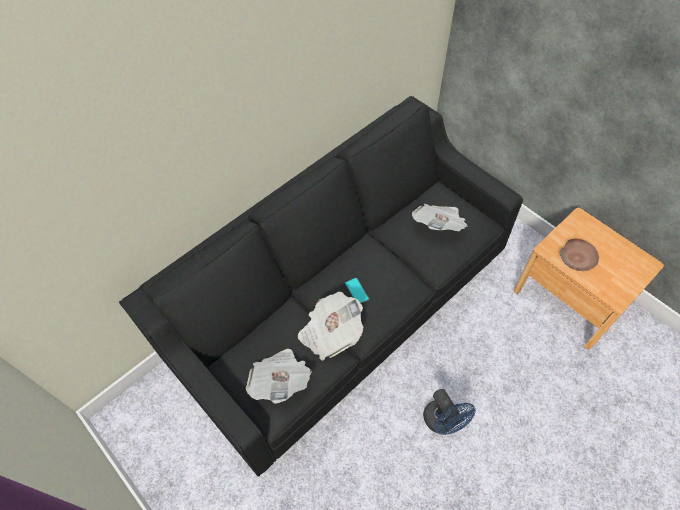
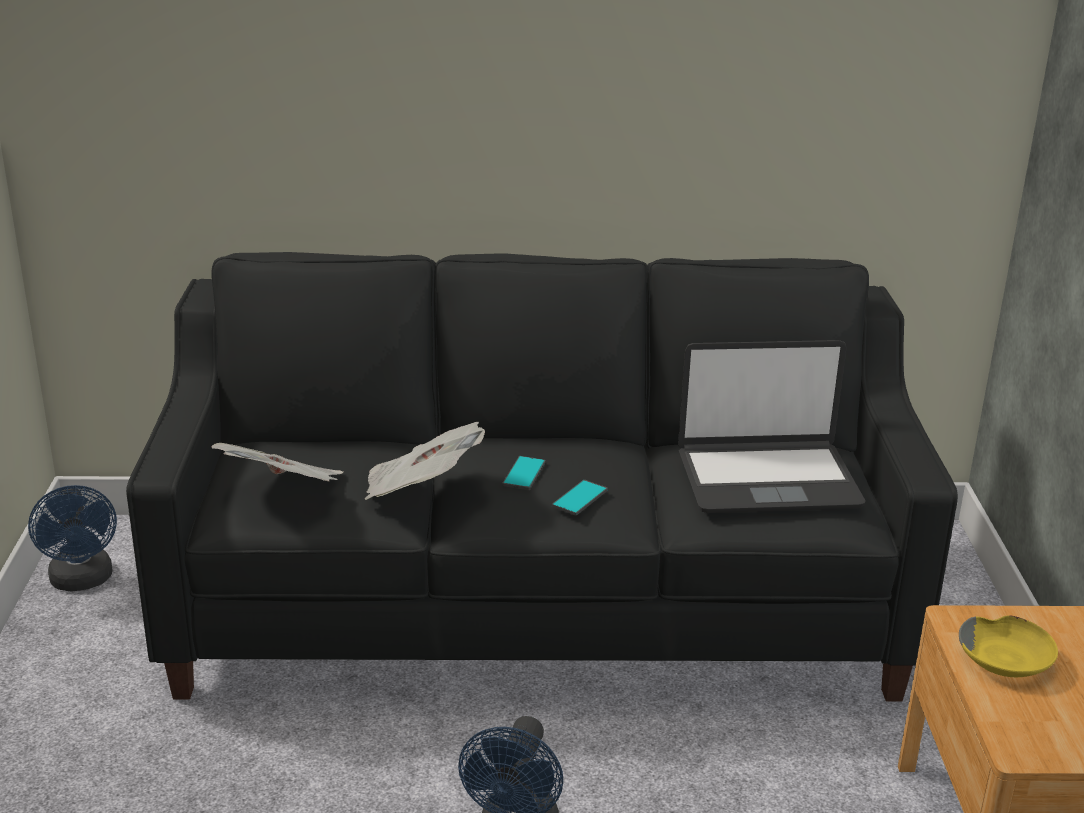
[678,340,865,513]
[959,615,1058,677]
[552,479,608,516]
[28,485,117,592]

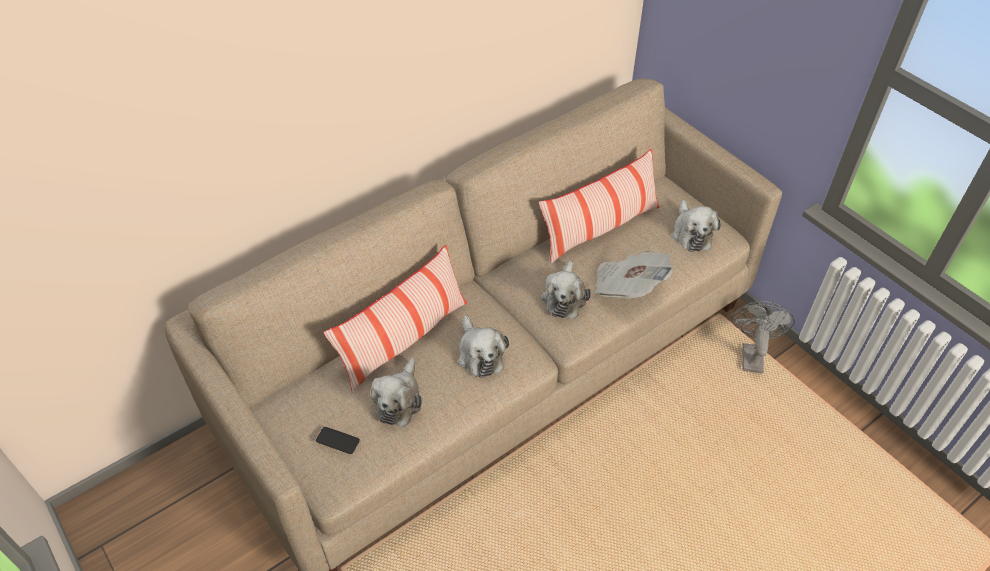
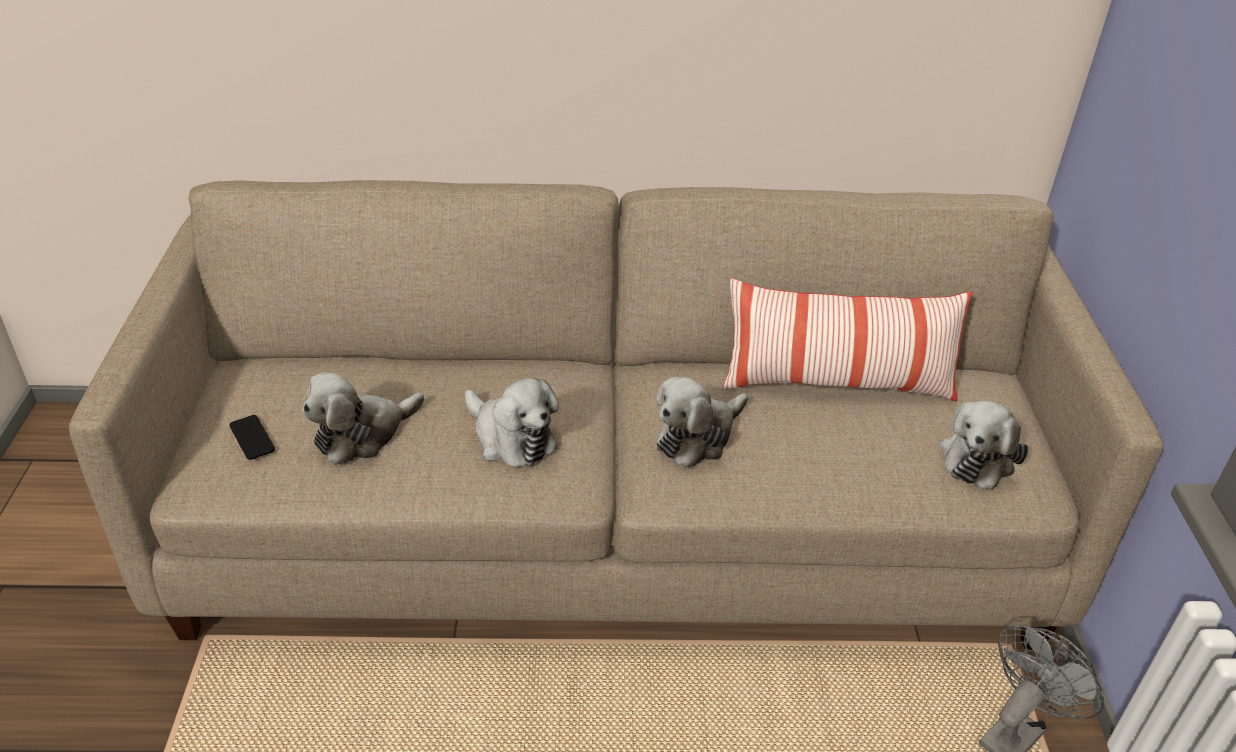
[323,245,467,393] (first image)
[593,251,673,299] (first image)
[465,377,559,467]

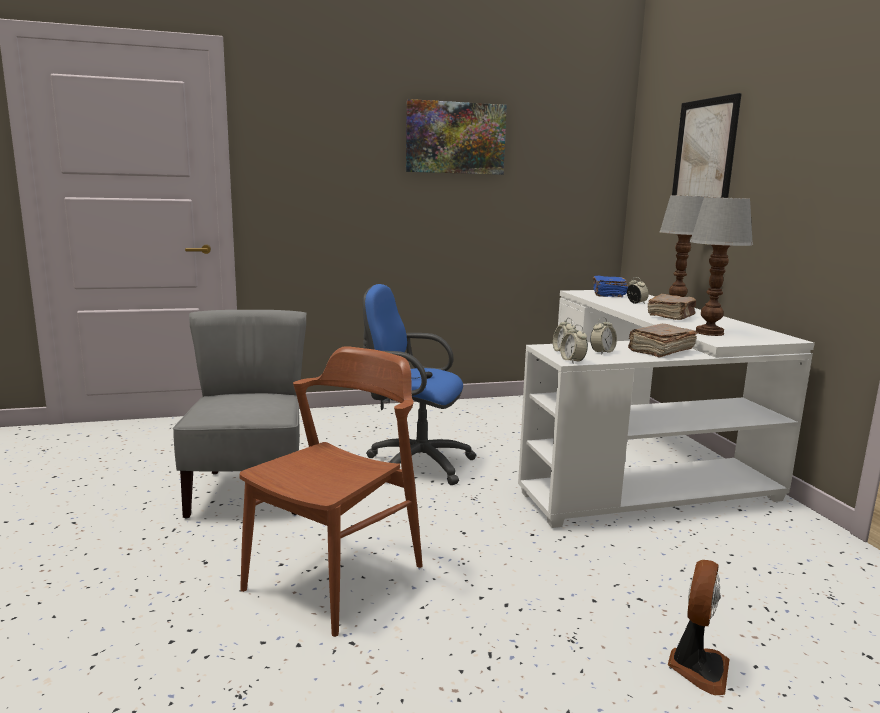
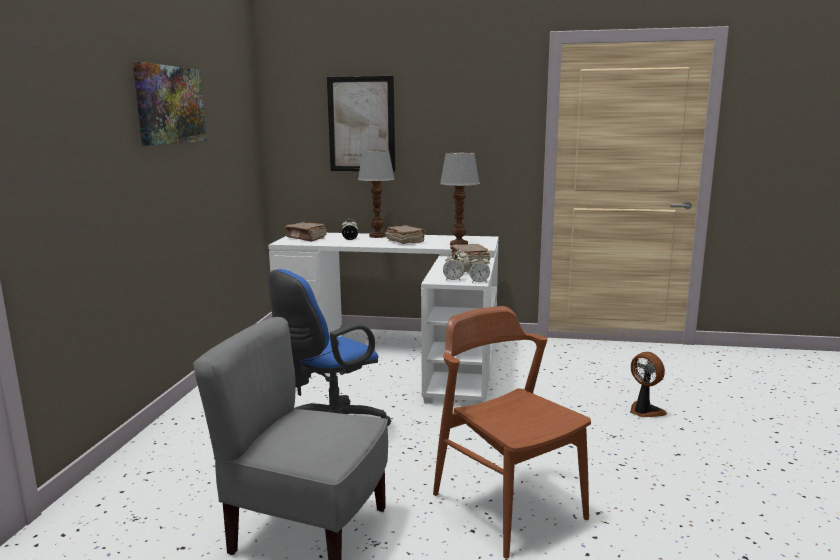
[284,222,327,241]

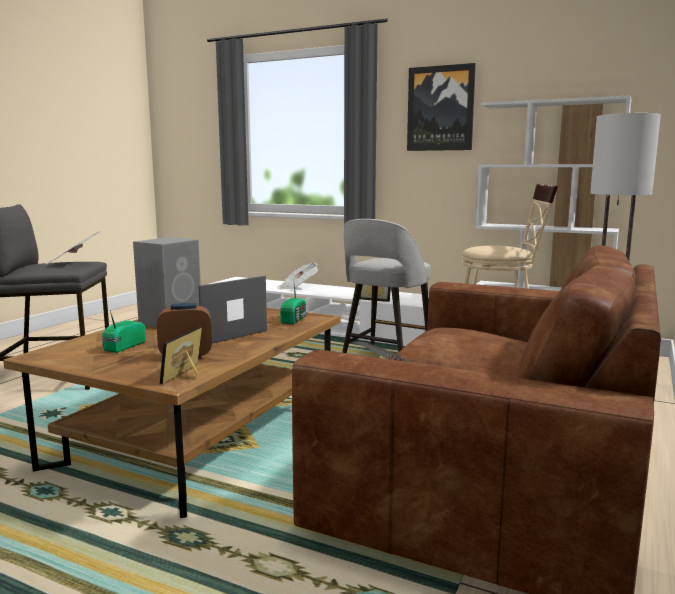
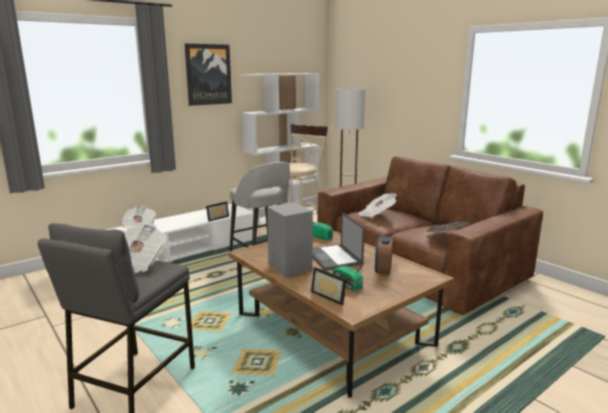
[311,267,347,305]
[359,193,397,218]

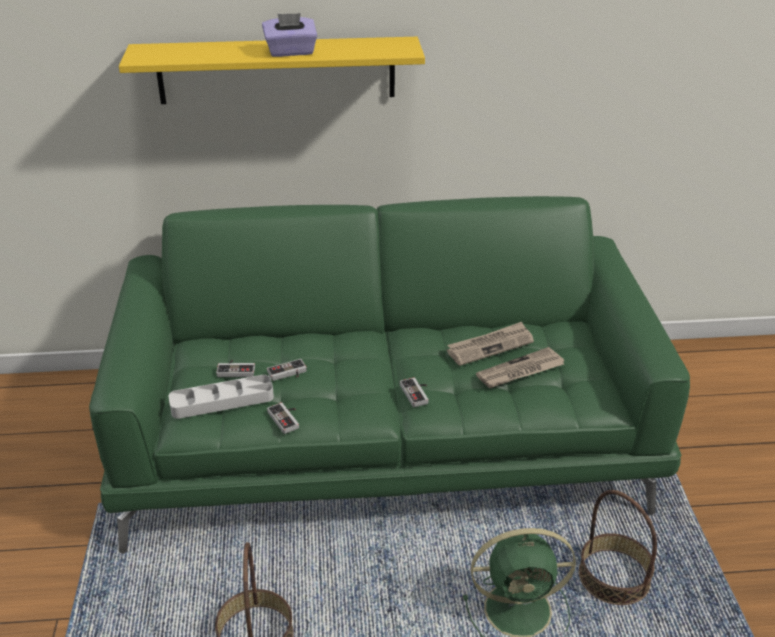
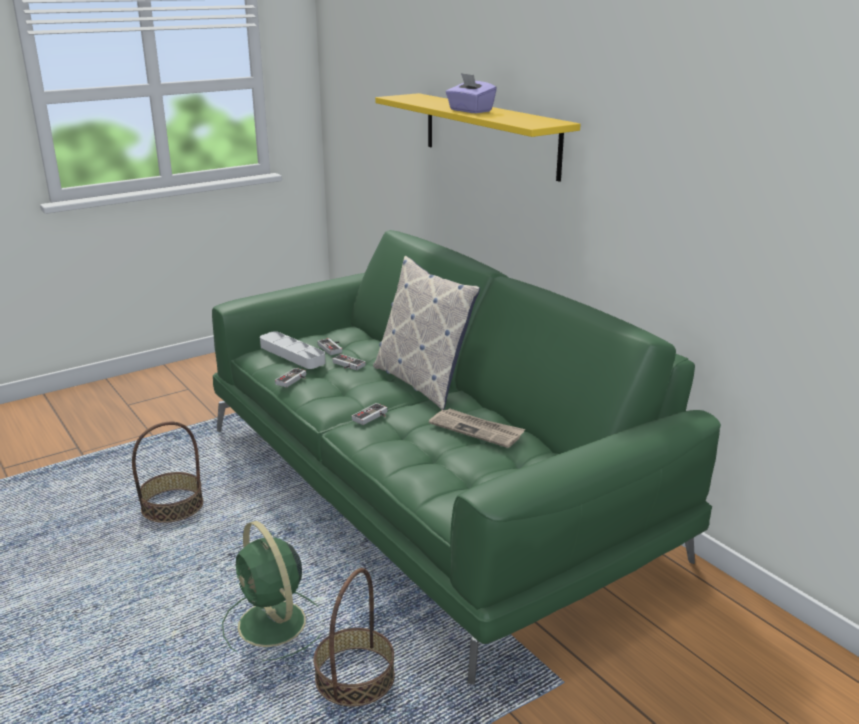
[476,347,564,388] (first image)
[373,256,480,410]

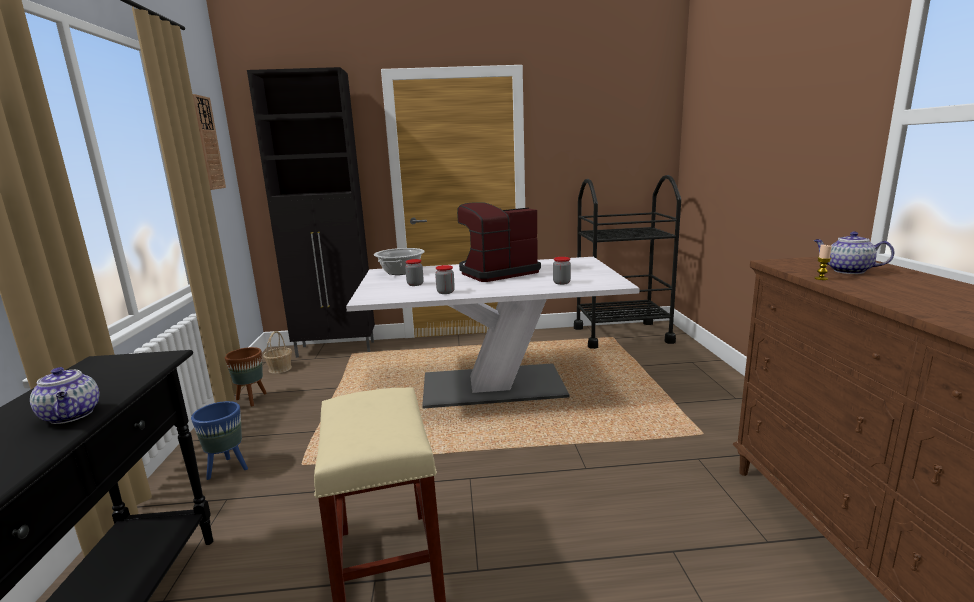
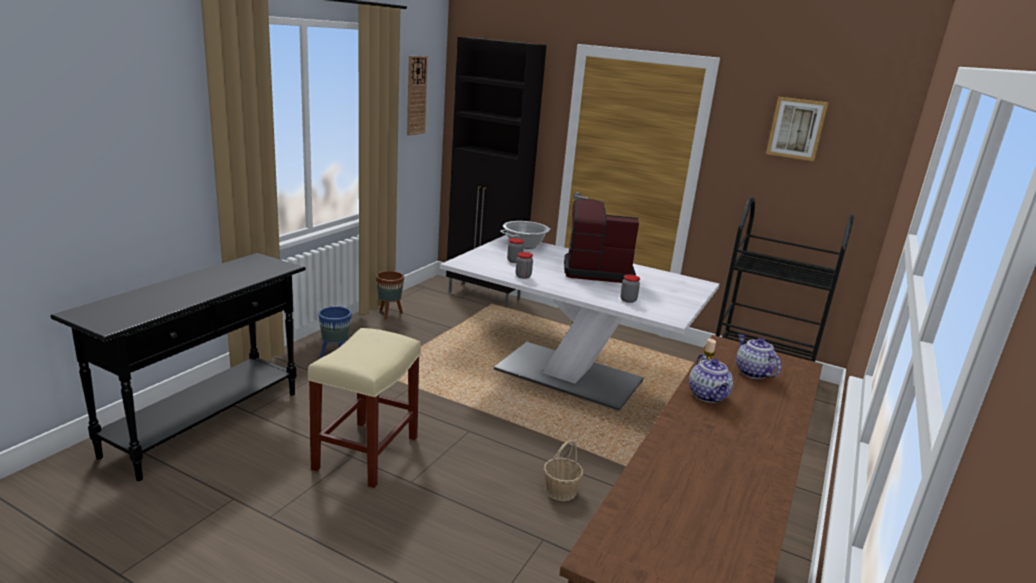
[544,440,583,501]
[689,354,733,403]
[766,97,829,161]

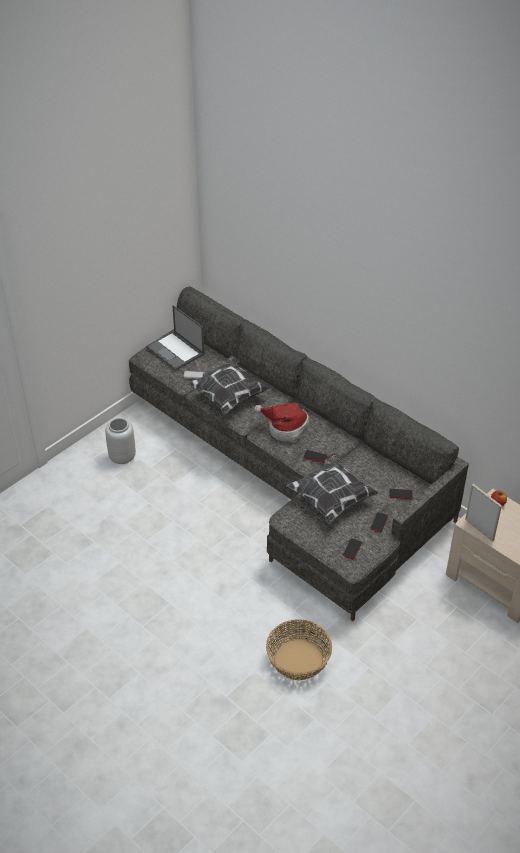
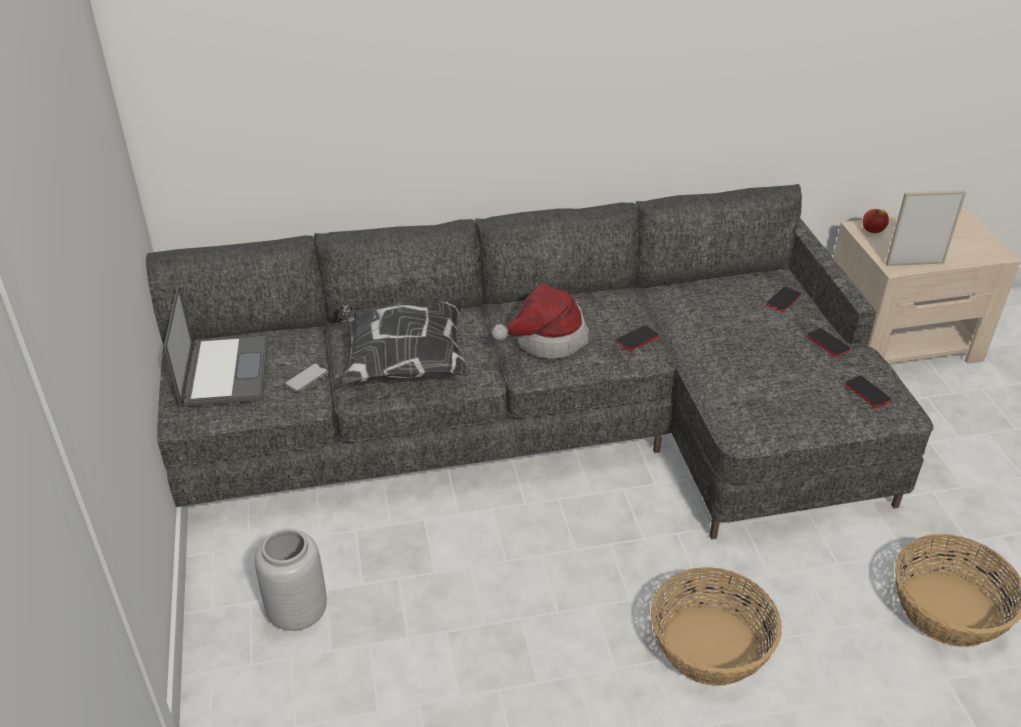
[164,284,268,407]
[286,453,379,524] (first image)
[651,567,782,686]

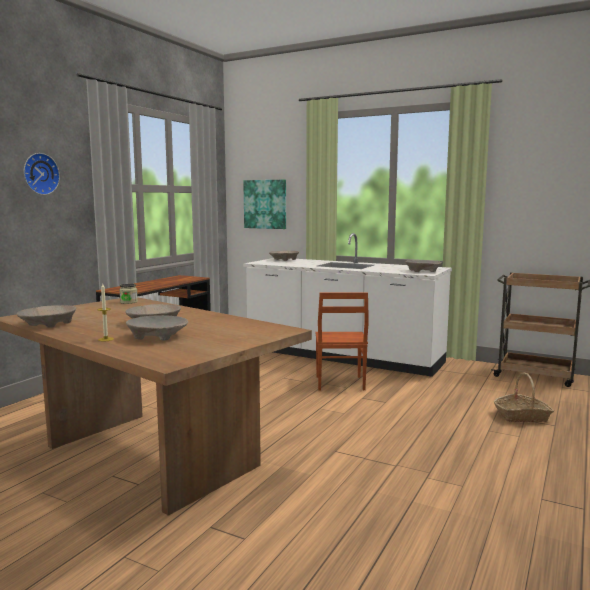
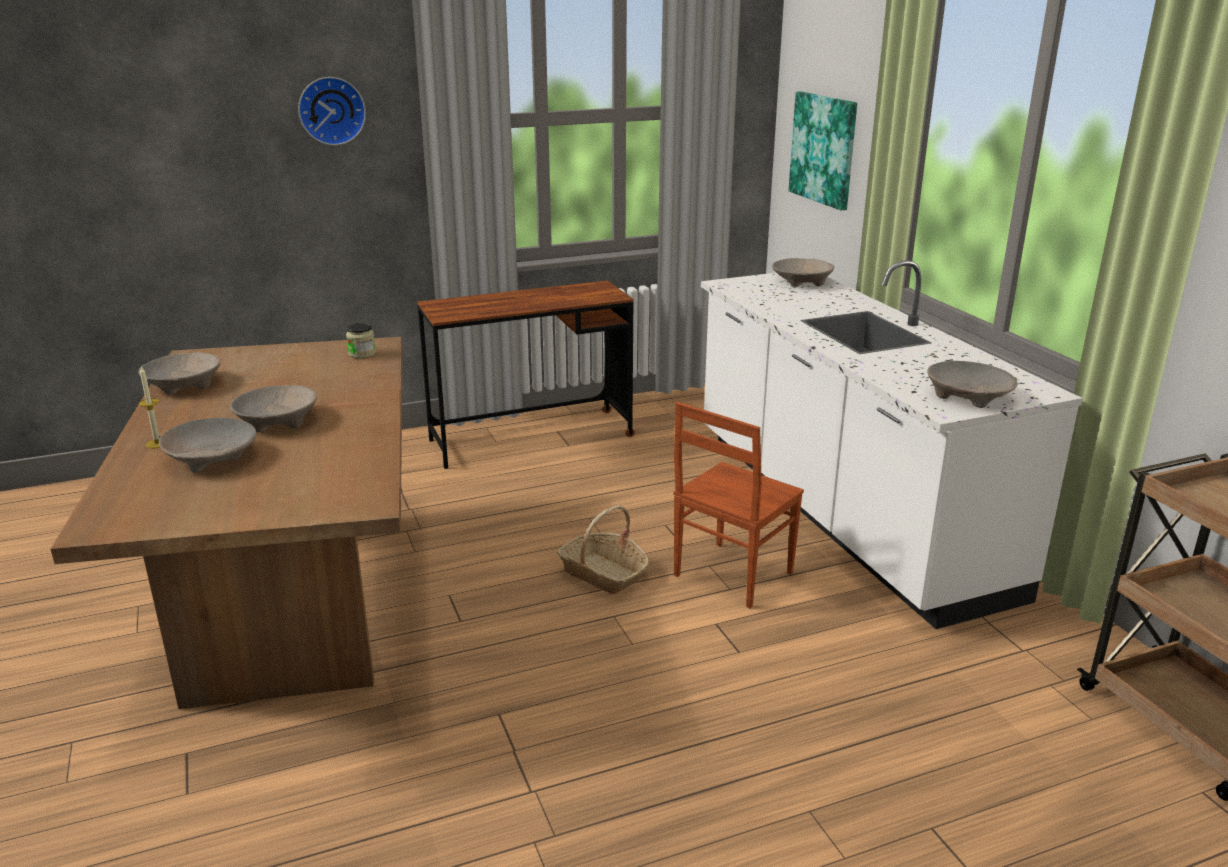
[557,505,649,594]

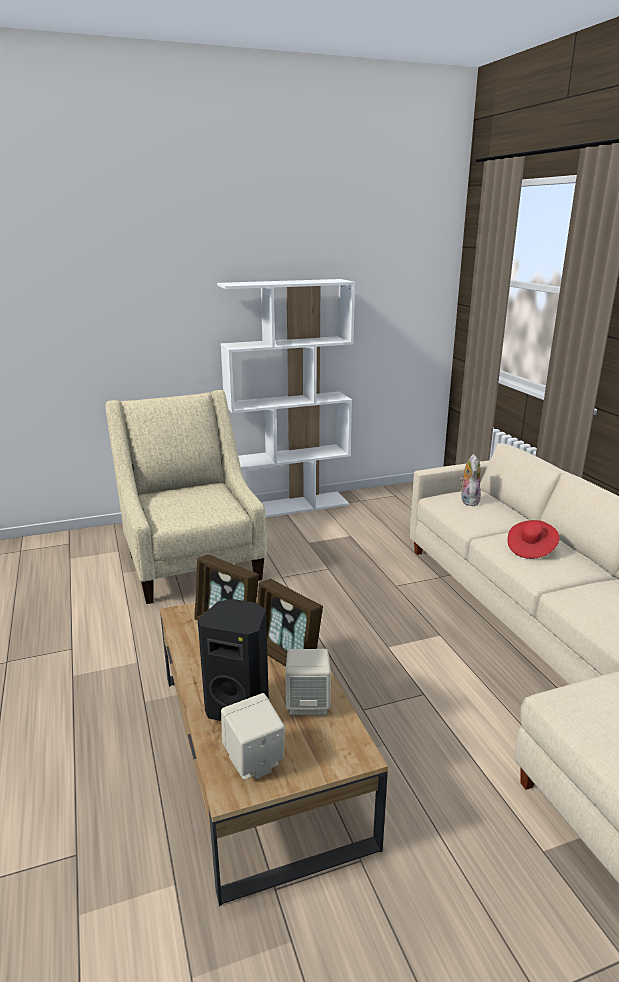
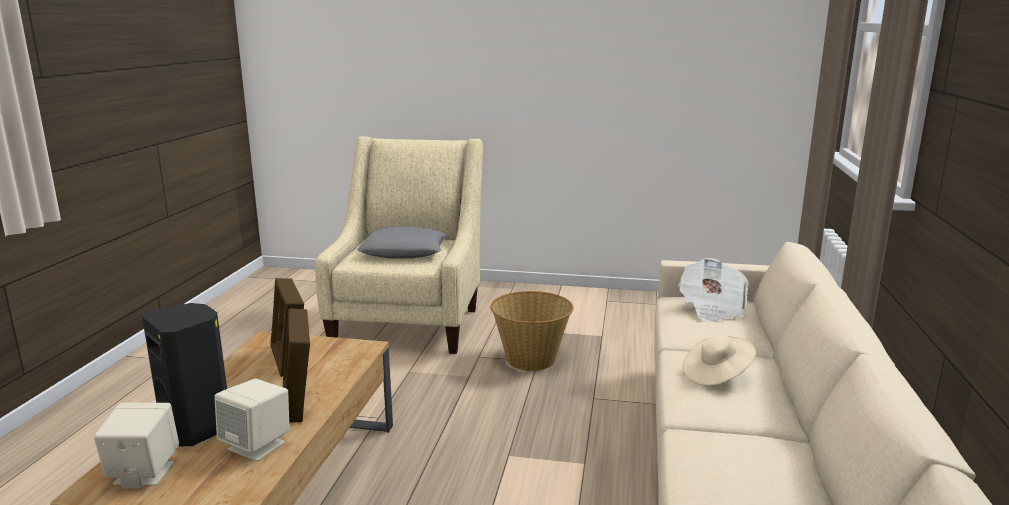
[217,279,355,518] (first image)
[678,258,749,322]
[682,335,756,386]
[357,227,447,259]
[490,291,574,371]

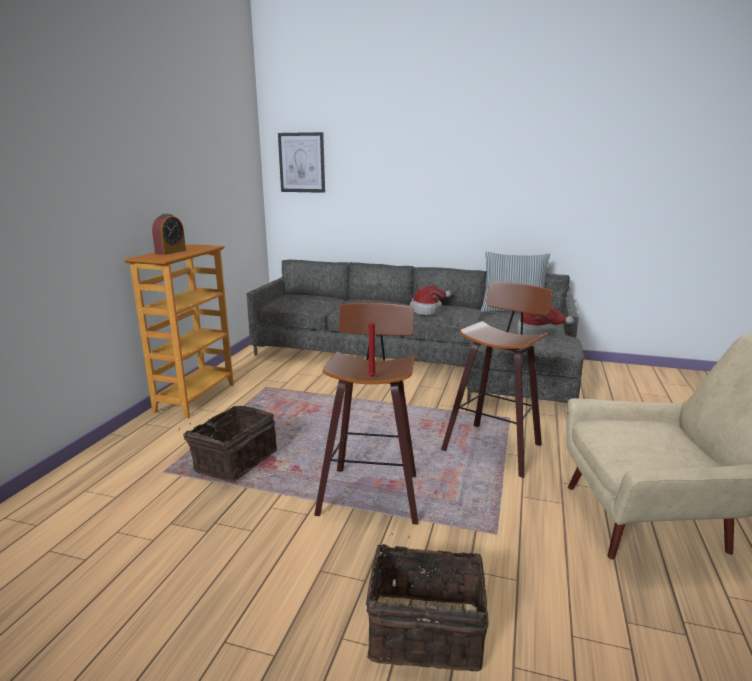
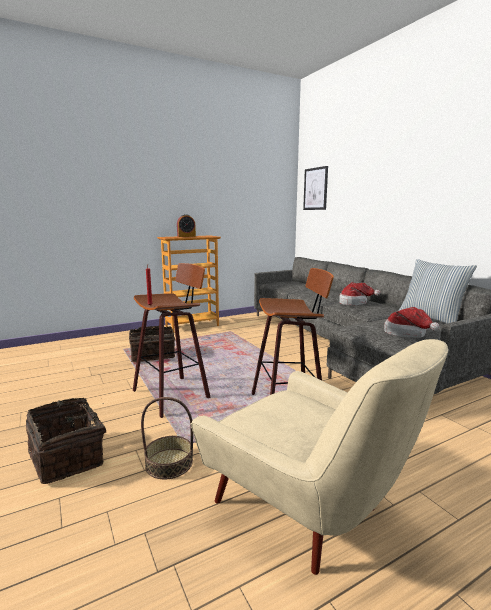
[141,397,193,479]

